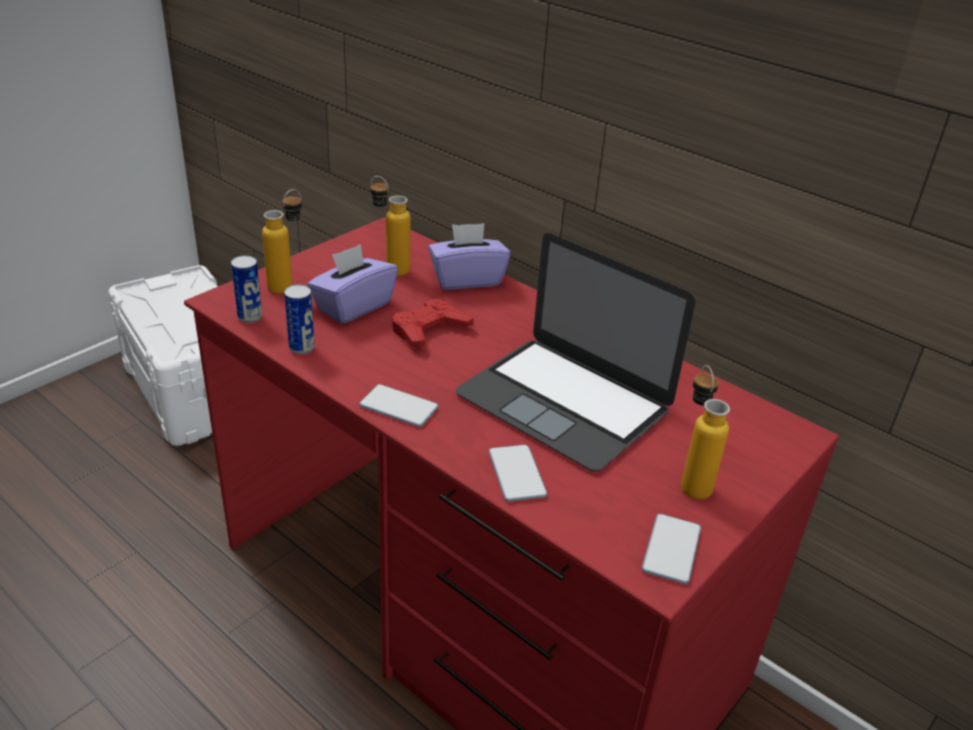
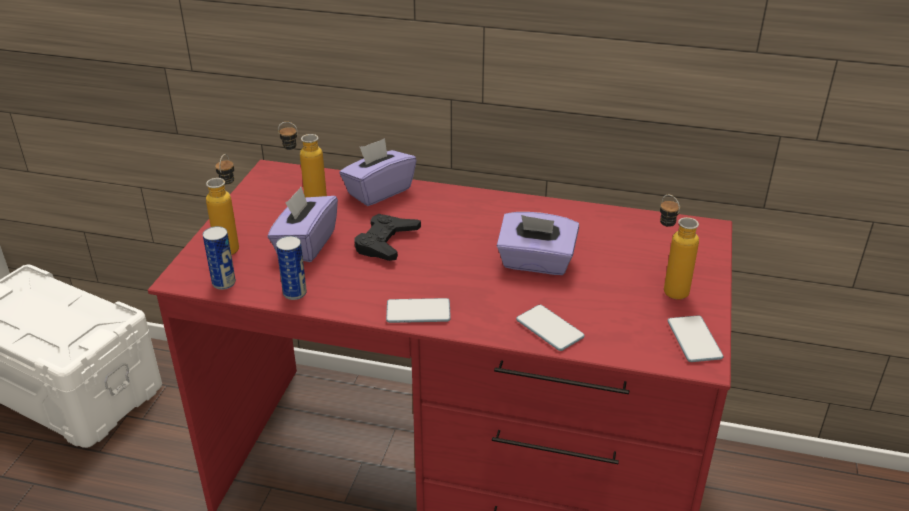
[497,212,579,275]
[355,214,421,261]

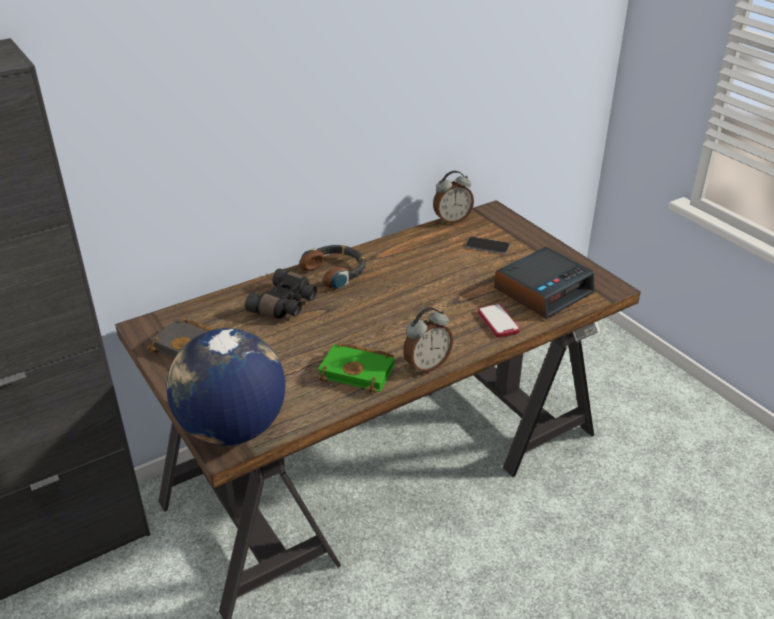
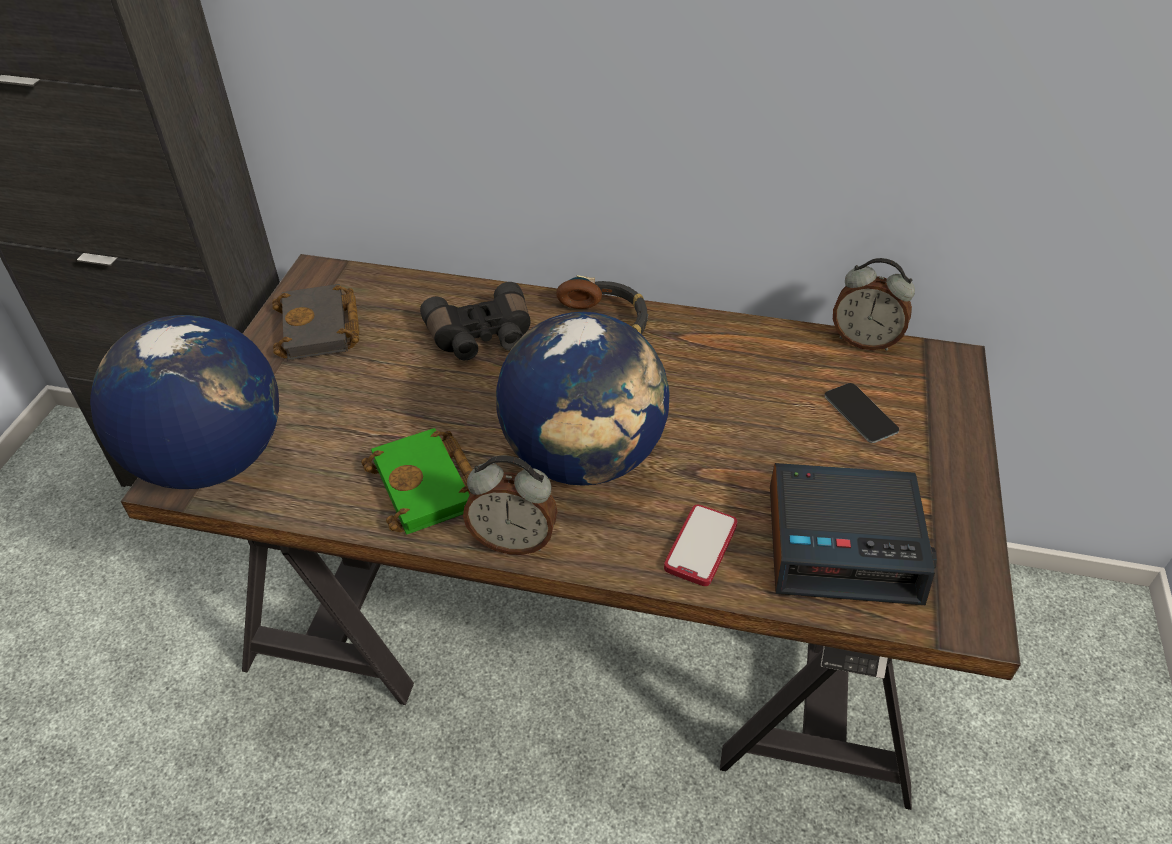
[496,312,669,486]

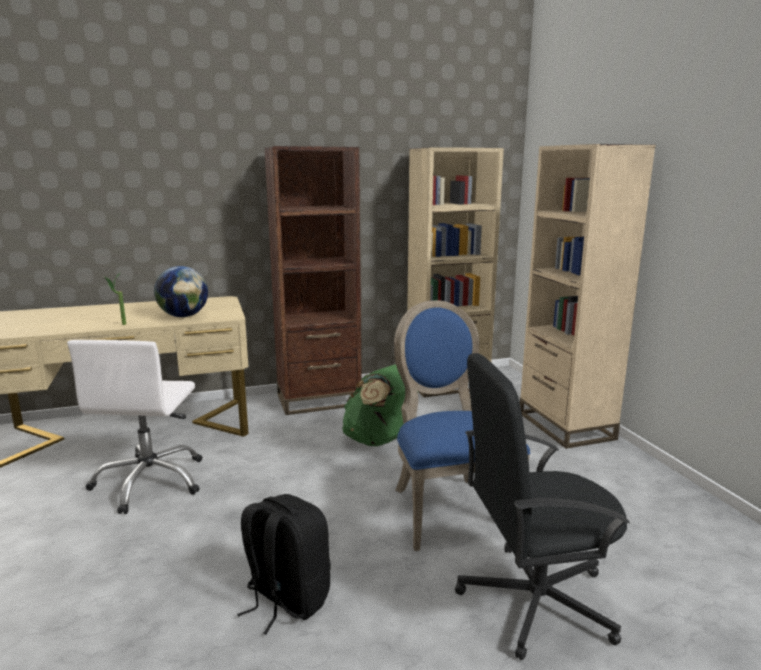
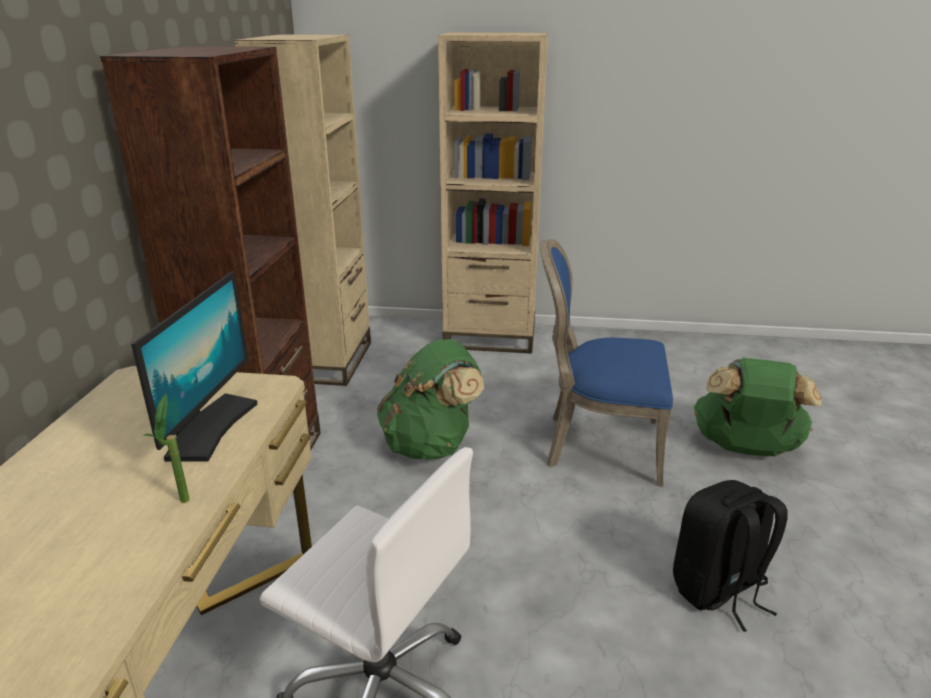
[131,271,257,462]
[694,358,822,456]

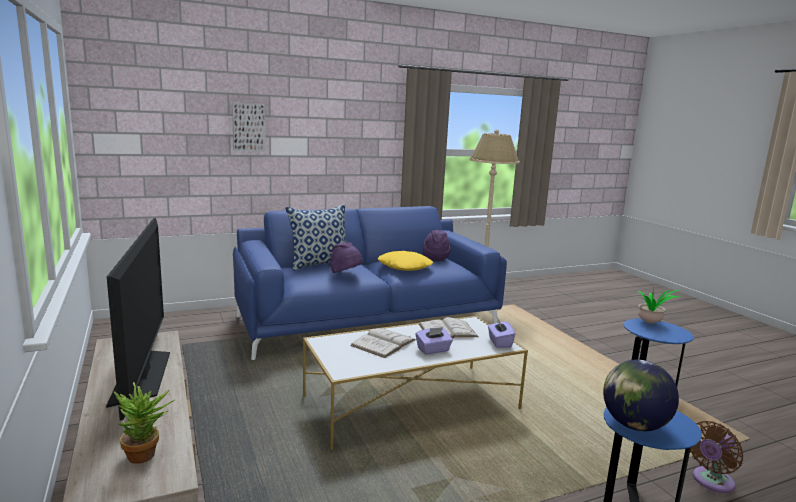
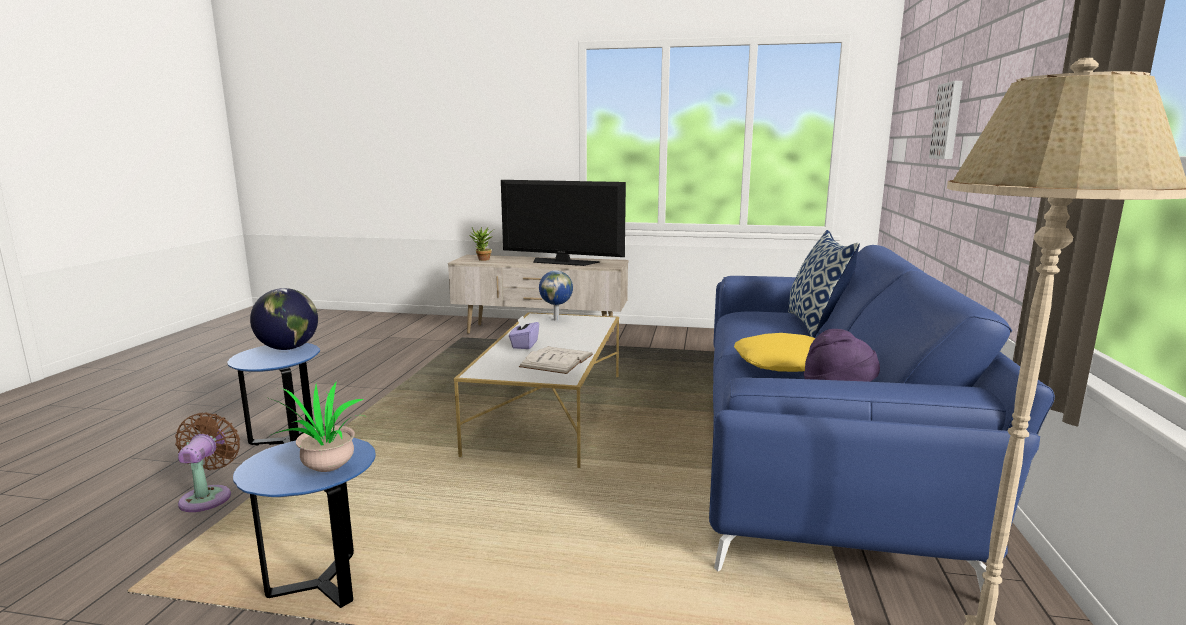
[330,242,363,273] (first image)
[488,317,515,348] (first image)
[350,328,416,358] (first image)
[539,270,573,321]

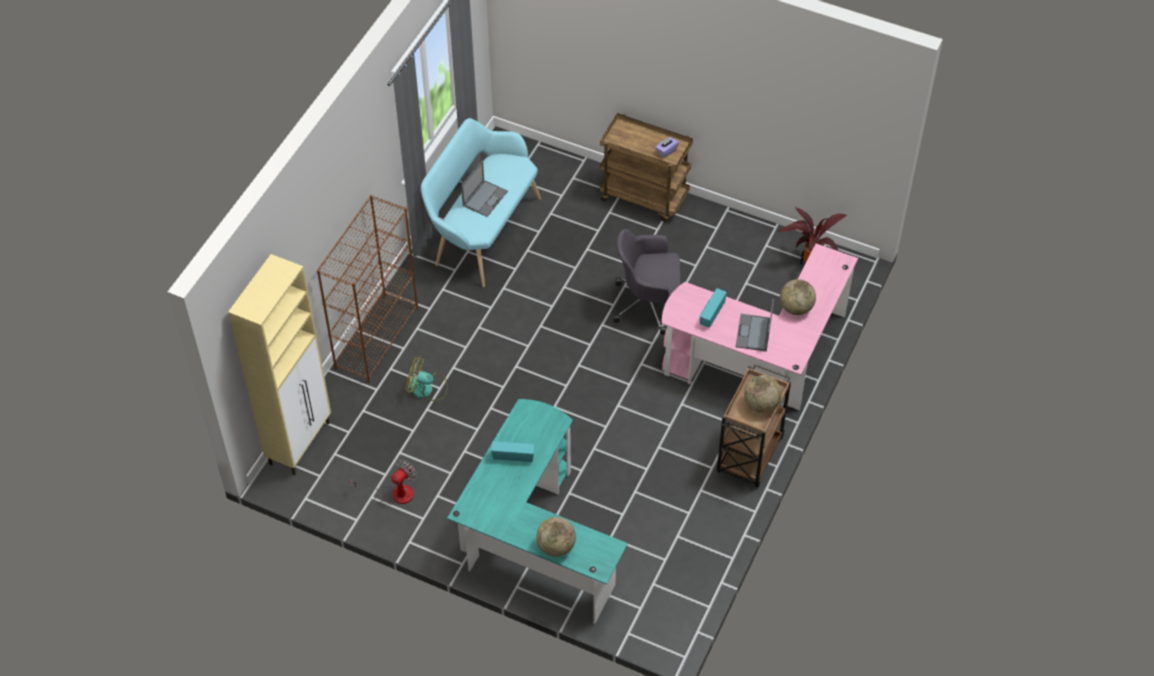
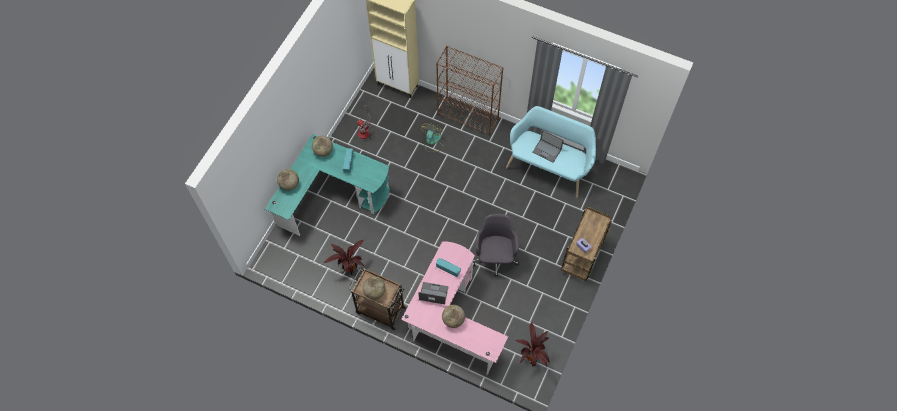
[312,136,333,157]
[324,240,364,275]

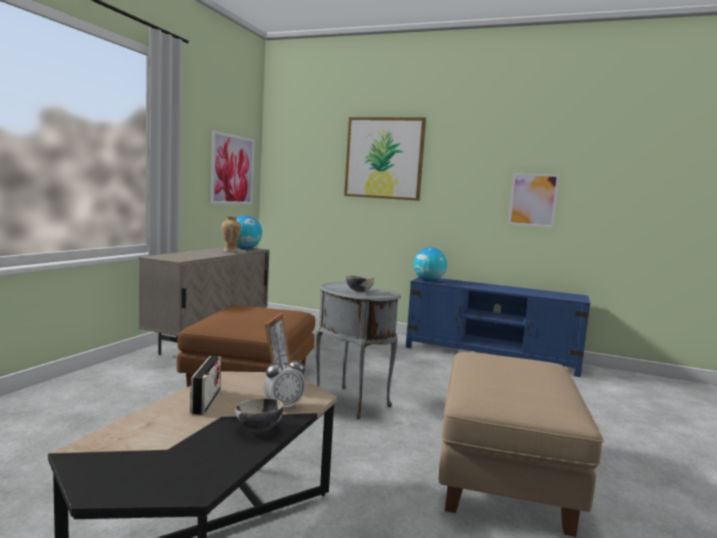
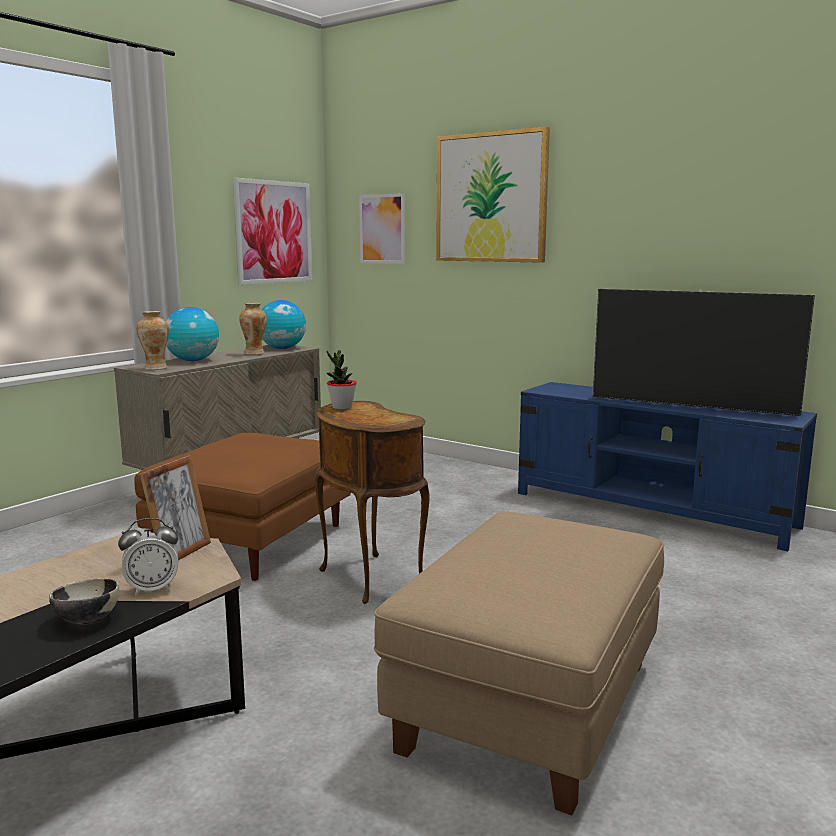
[359,193,405,264]
[166,307,219,361]
[346,276,374,292] (first image)
[315,401,430,604]
[190,356,221,415] (first image)
[592,289,815,416]
[136,311,169,370]
[327,350,357,410]

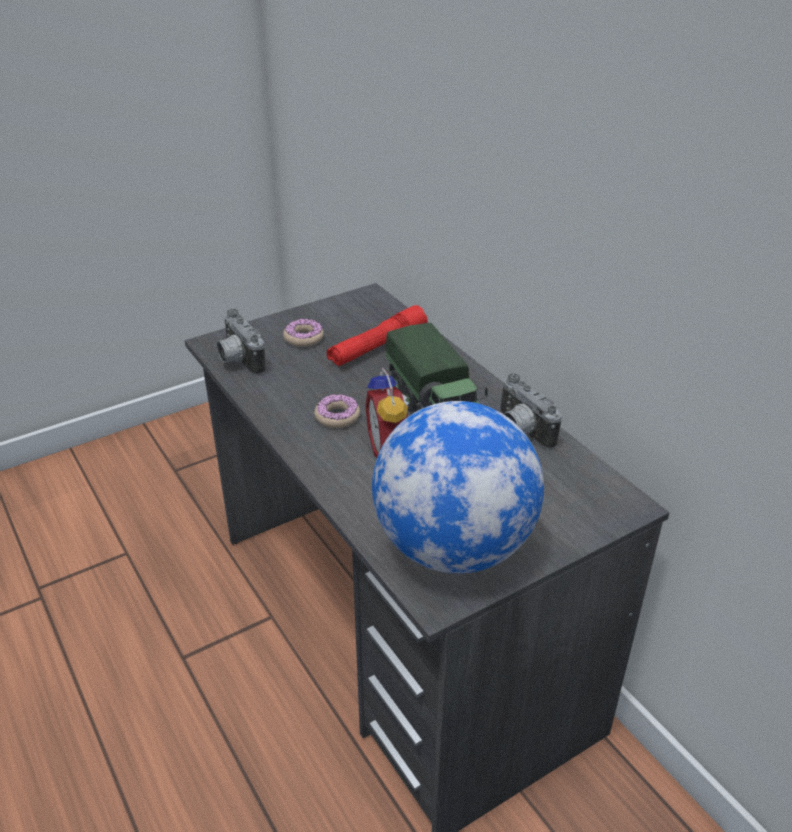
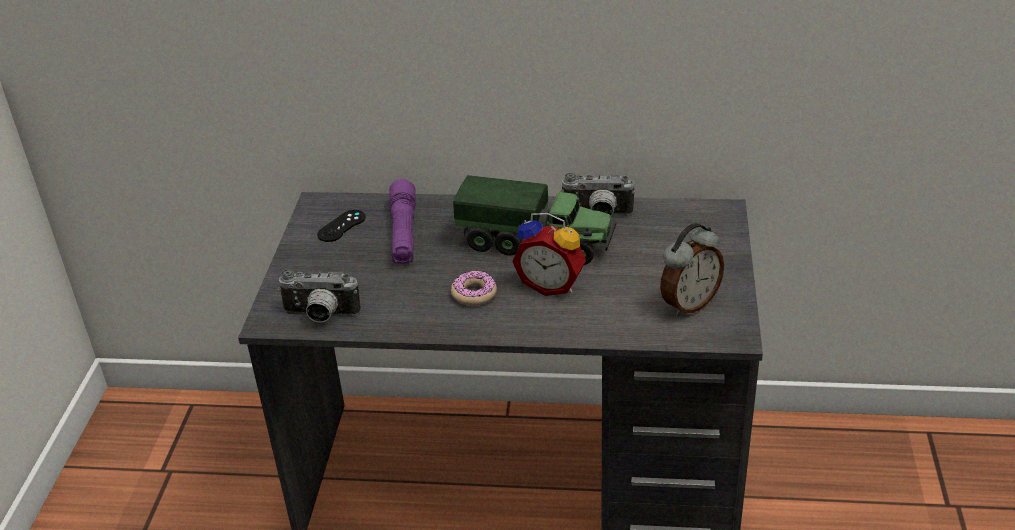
[389,179,416,264]
[283,319,324,347] (first image)
[660,223,724,317]
[317,210,366,242]

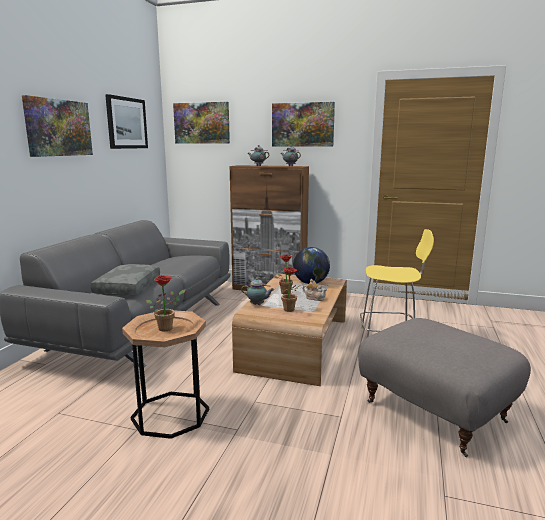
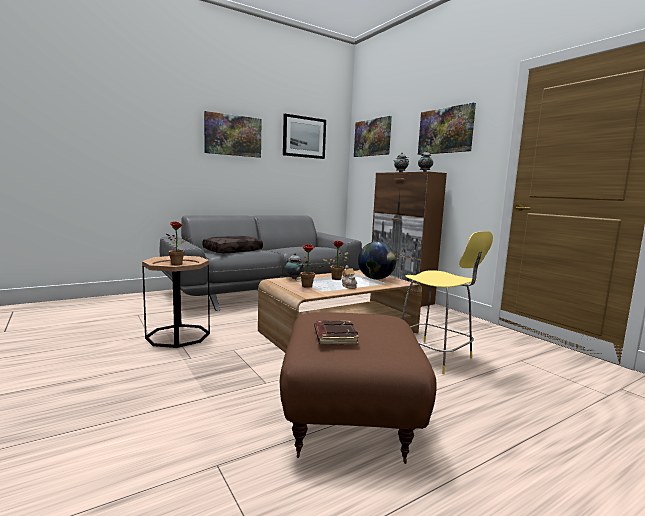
[202,236,263,253]
[280,312,436,464]
[314,320,359,345]

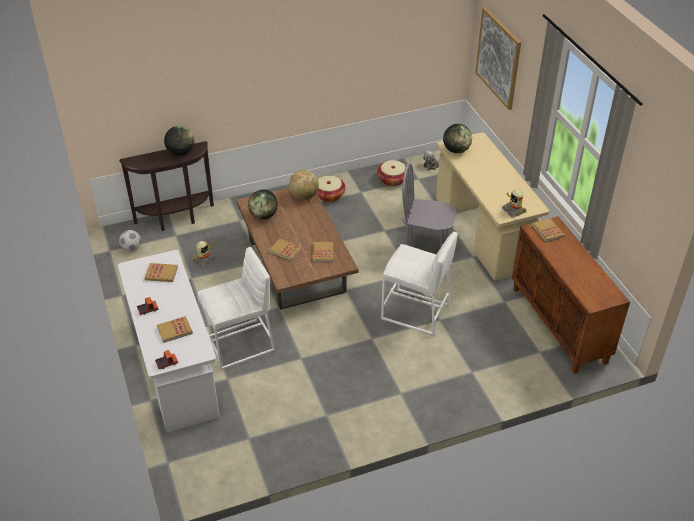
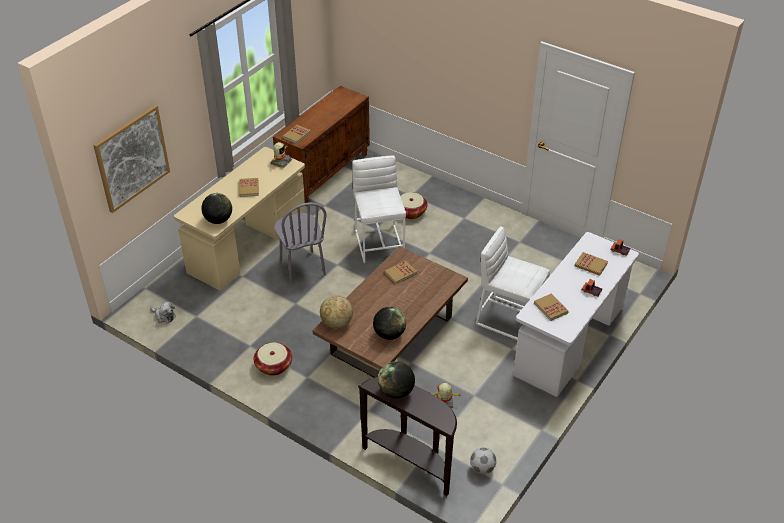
[400,192,427,219]
[239,178,259,197]

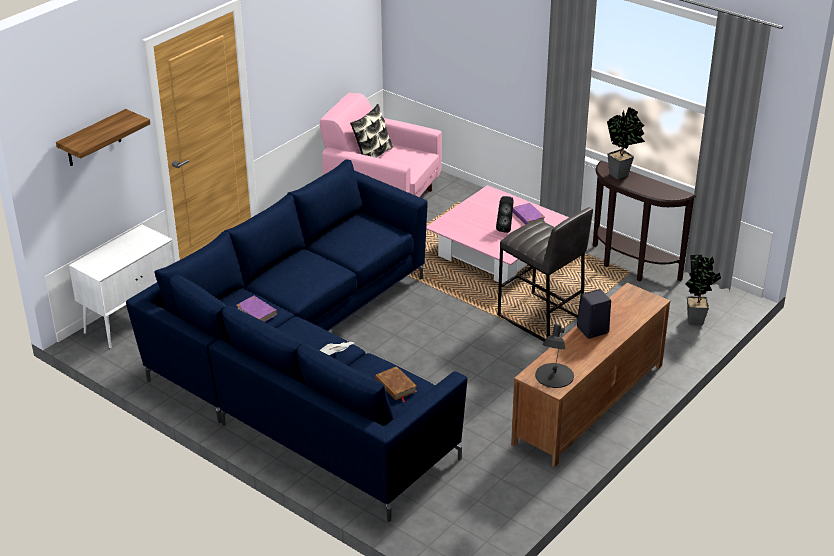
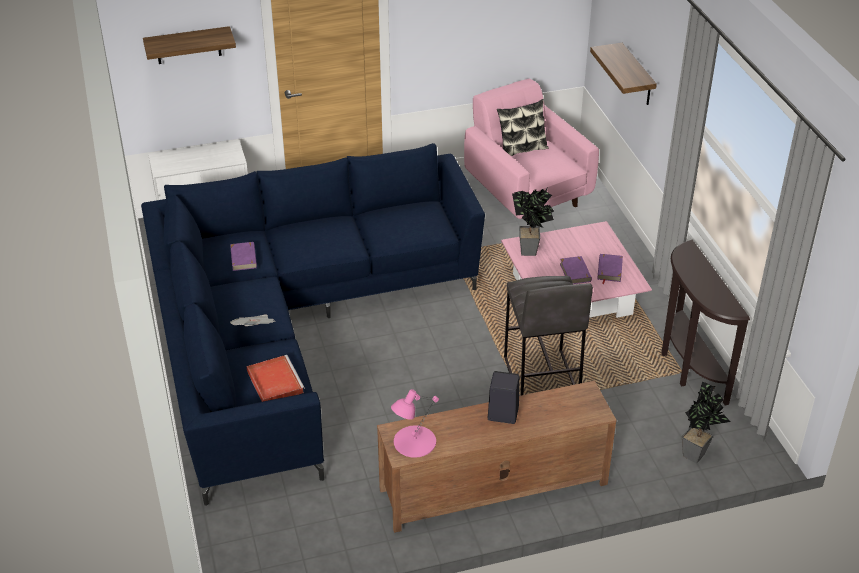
[512,189,554,256]
[560,256,592,284]
[391,389,439,458]
[246,355,305,402]
[590,43,657,105]

